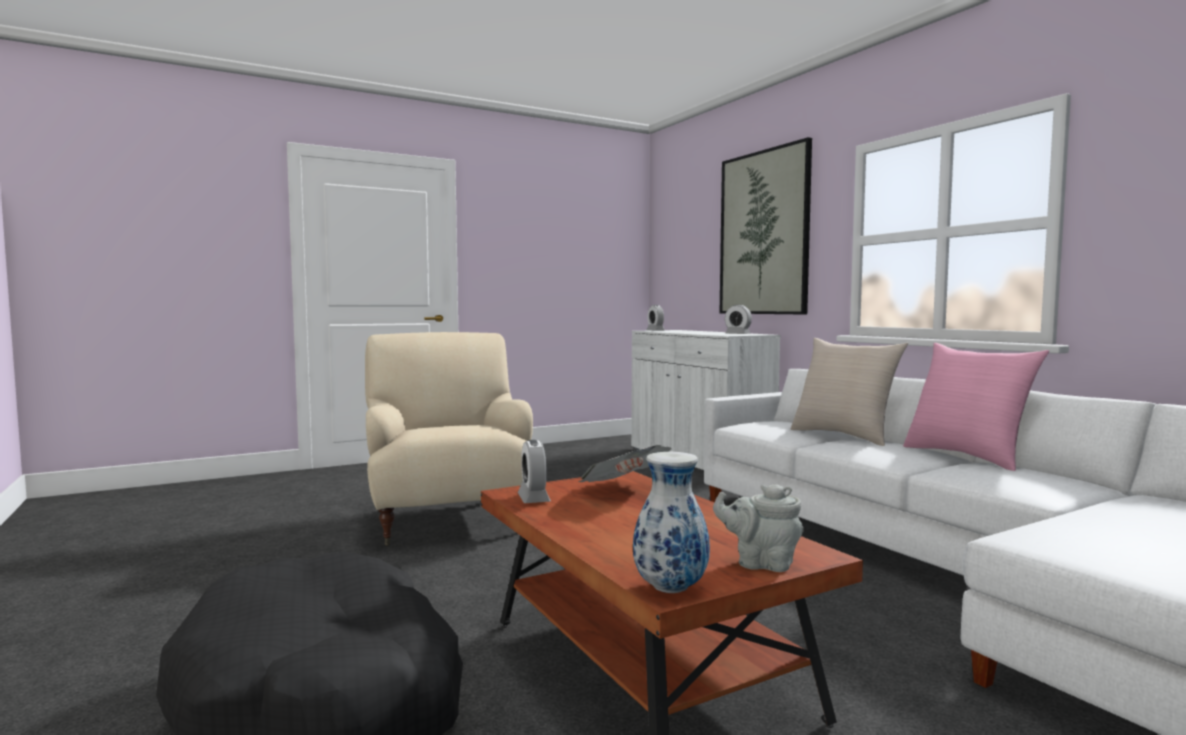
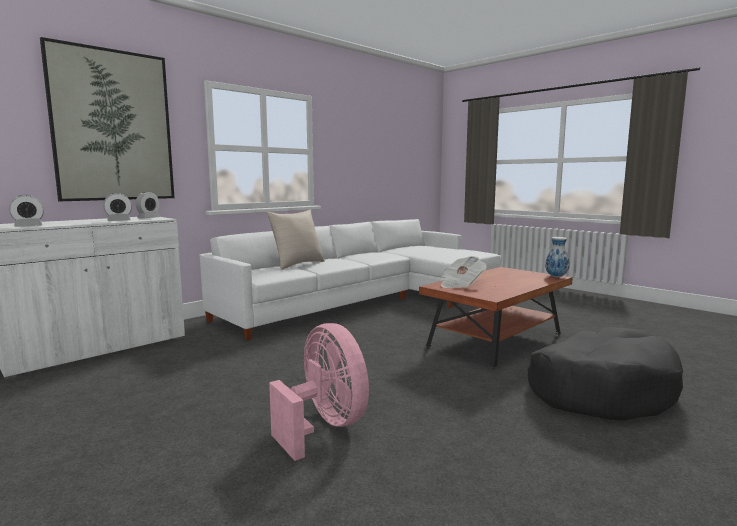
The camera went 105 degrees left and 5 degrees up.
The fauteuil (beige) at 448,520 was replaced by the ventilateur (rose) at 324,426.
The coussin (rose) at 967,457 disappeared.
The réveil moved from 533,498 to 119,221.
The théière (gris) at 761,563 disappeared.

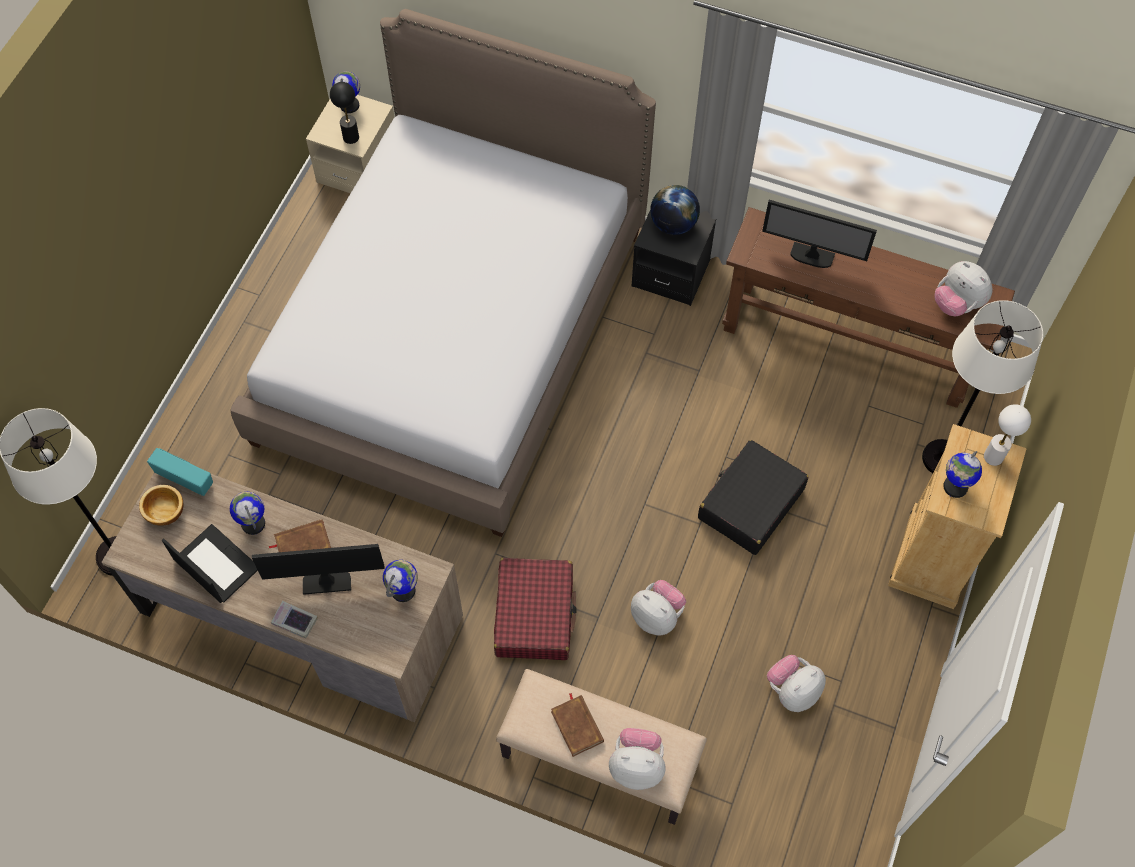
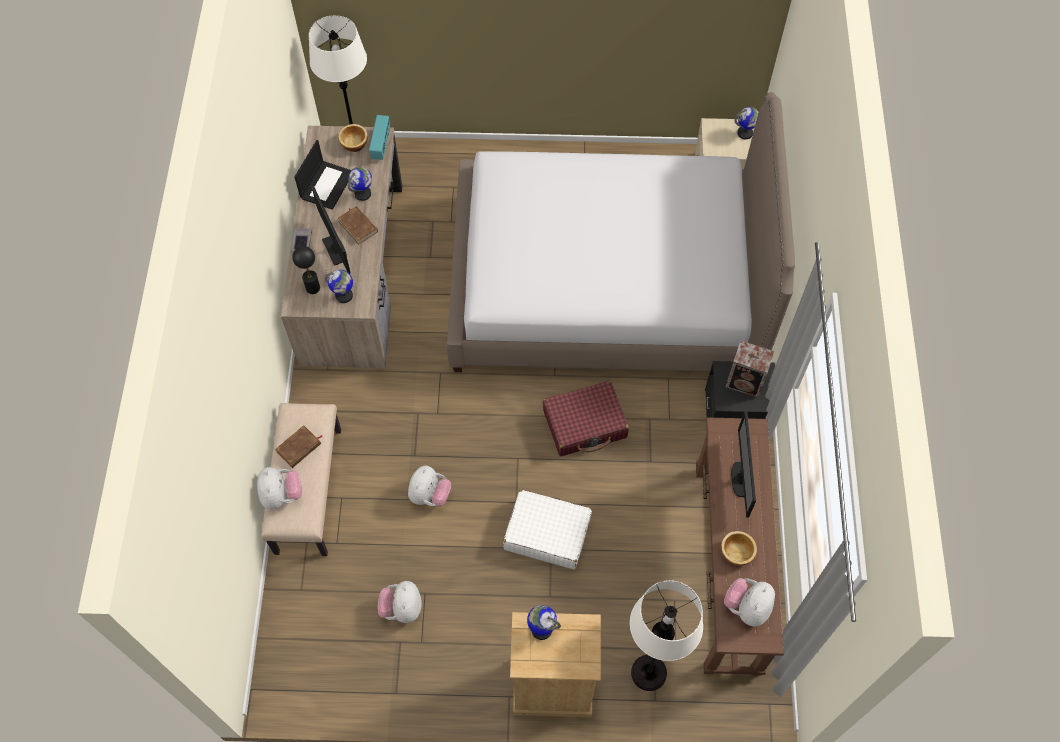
The camera went 70 degrees right and 0 degrees up.
The lampe de table (noir) moved from 351,137 to 312,288.
The globe at 673,224 was replaced by the enceinte at 746,382.
The lampe de table (blanc) at 993,457 disappeared.
The valise (noir) at 750,504 became the valise (blanc) at 547,533.
The valise (rouge) moved from 534,614 to 585,424.
The peluche at 792,690 turned 120 degrees counterclockwise.
The bol at 736,552 appeared.

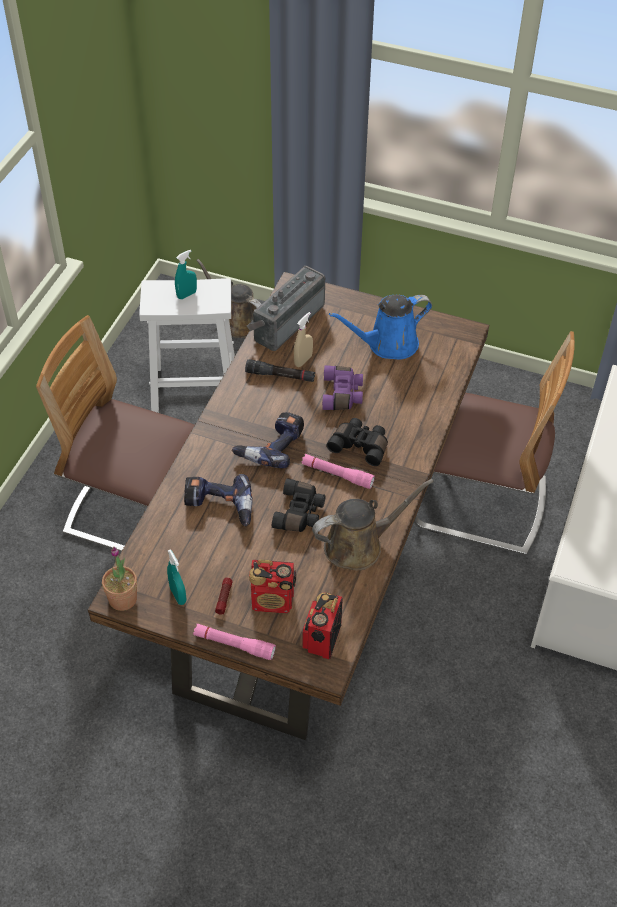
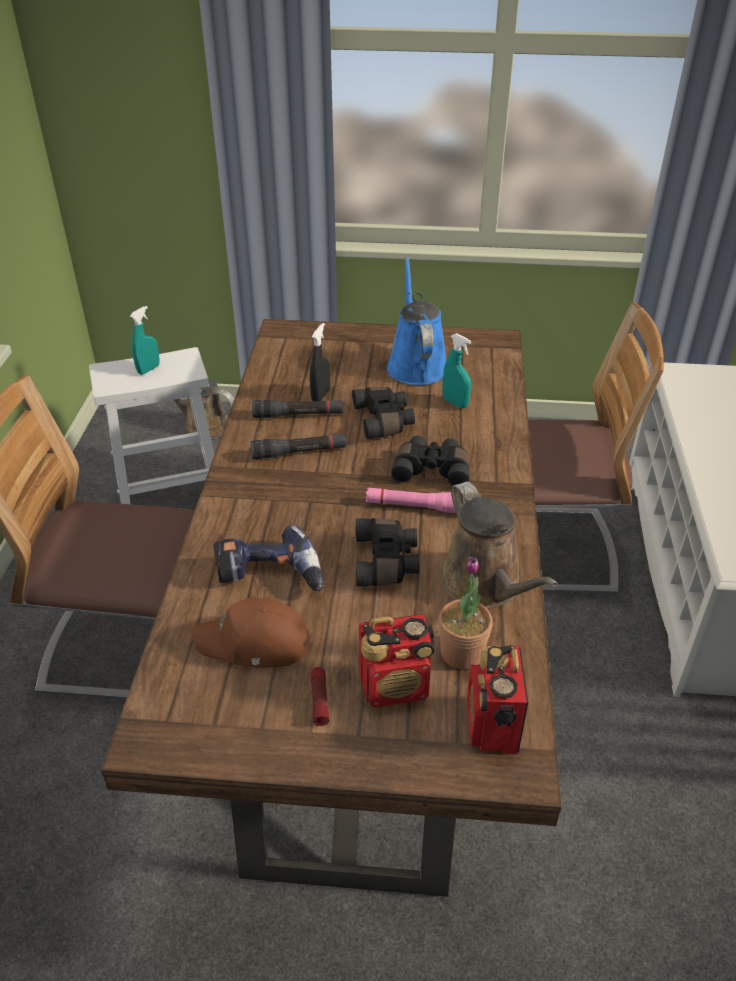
The camera went 15 degrees left and 10 degrees down.
The radio at 286,321 disappeared.
The arrosoir (bleu) at 388,344 turned 120 degrees clockwise.
The vaporisateur (beige) at 303,360 became the vaporisateur (noir) at 320,395.
The jumelles (violet) at 343,394 became the jumelles (noir) at 385,420.
The perceuse at 271,446 disappeared.
The arrosoir (marron) at 359,545 turned 105 degrees clockwise.
The plante en pot moved from 123,599 to 462,653.
The vaporisateur (turquoise) moved from 178,595 to 455,403.
The lampe de poche (rose) at 234,645 disappeared.
The lampe de poche (noir) at 299,452 appeared.
The casquette (marron) at 254,643 appeared.

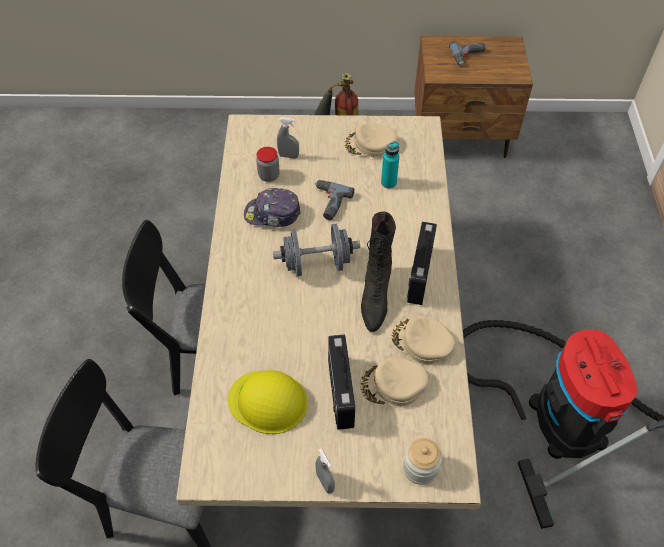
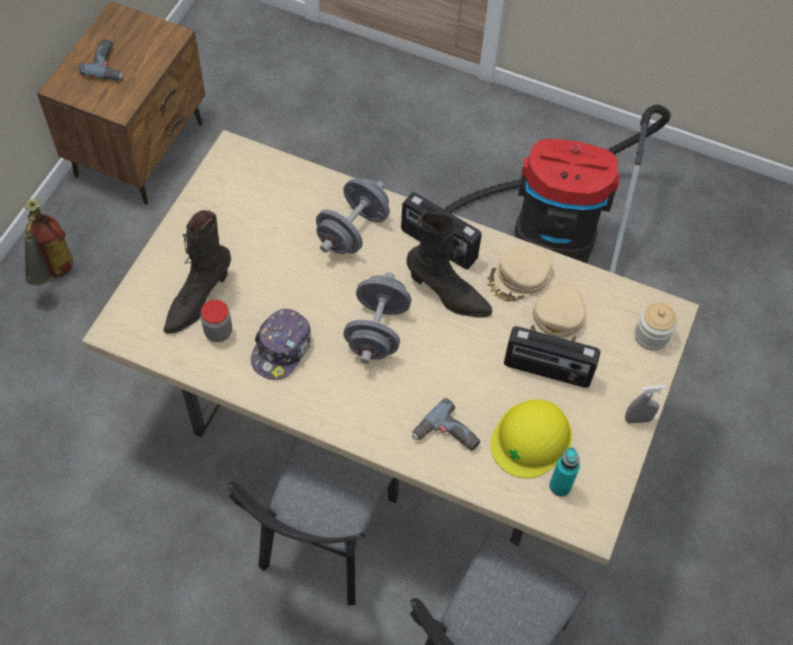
The camera went 70 degrees left and 5 degrees up.
The vaporisateur (gris) at 288,156 was replaced by the botte (noir) at 198,300.
The casquette (beige) at 370,144 disappeared.
The bouteille (turquoise) moved from 388,182 to 560,486.
The perceuse moved from 328,202 to 446,437.
The haltère (gris) at 352,231 appeared.

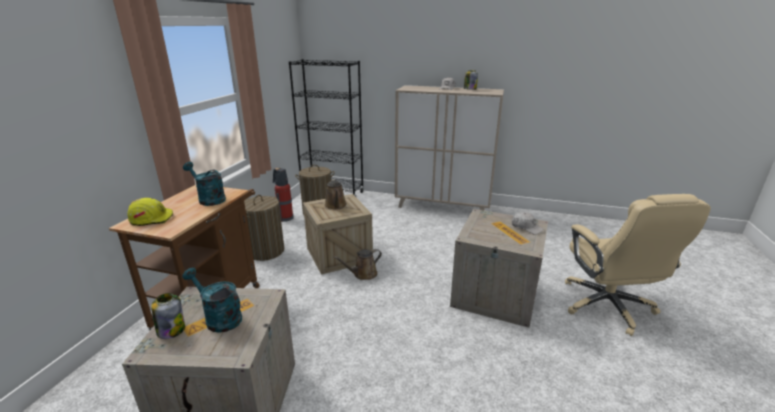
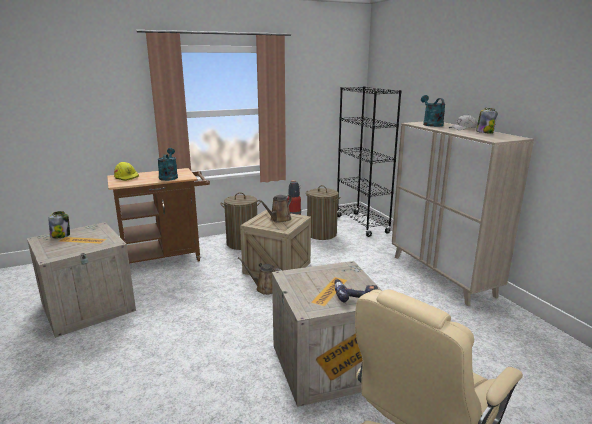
The camera went 50 degrees right and 5 degrees down.
The casquette (blanc) at 526,227 was replaced by the perceuse at 355,296.
The arrosoir (turquoise) moved from 219,318 to 431,124.

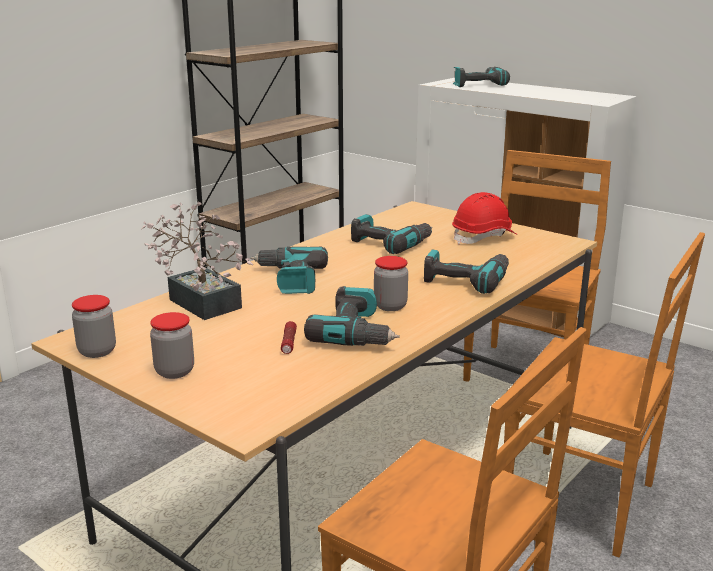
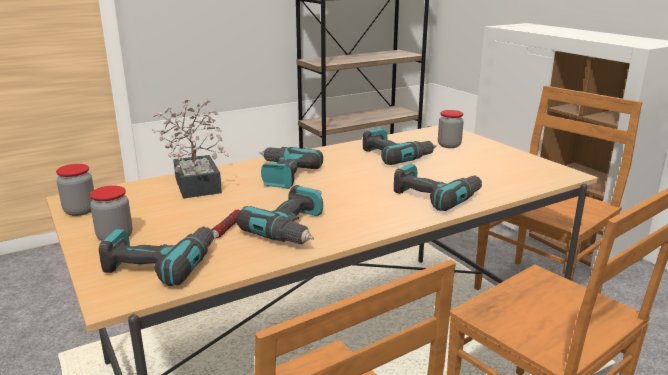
The camera went 20 degrees right and 0 degrees up.
The perceuse moved from 478,84 to 161,263.
The casque de chantier (rouge) at 484,237 disappeared.
The bocal moved from 390,306 to 449,145.

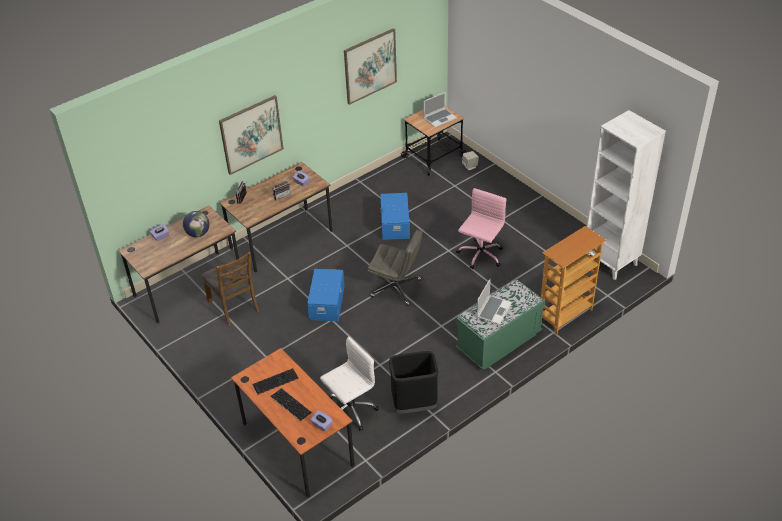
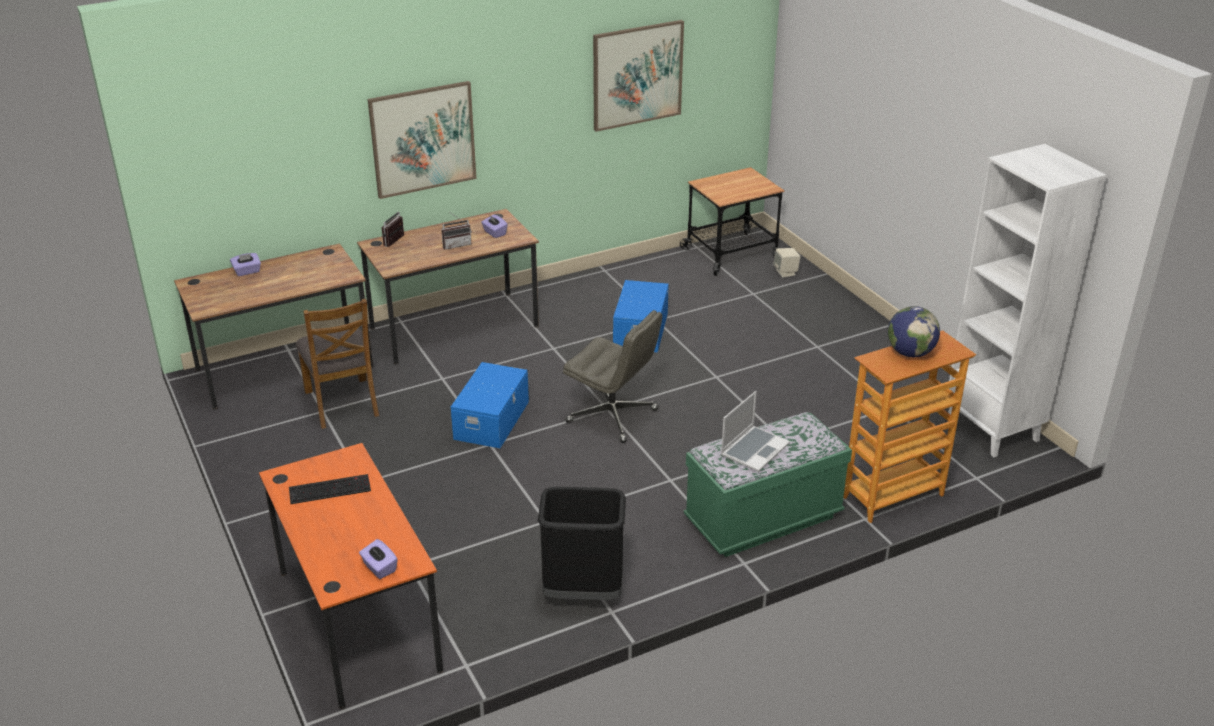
The camera went 10 degrees right and 10 degrees down.
The ordinateur portable at 440,118 disappeared.
The chaise de bureau (rose) at 480,255 disappeared.
The globe moved from 198,233 to 910,353.
The chaise de bureau (blanc) at 350,410 disappeared.
The clavier at 290,404 disappeared.

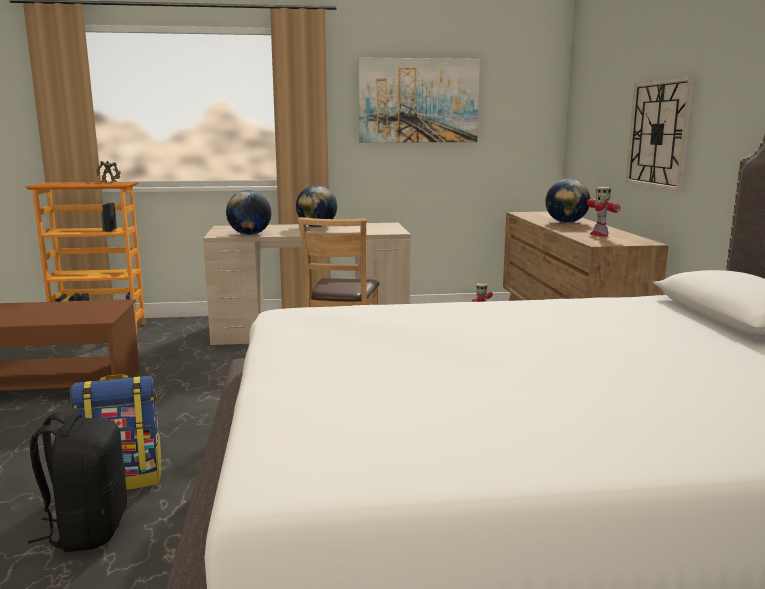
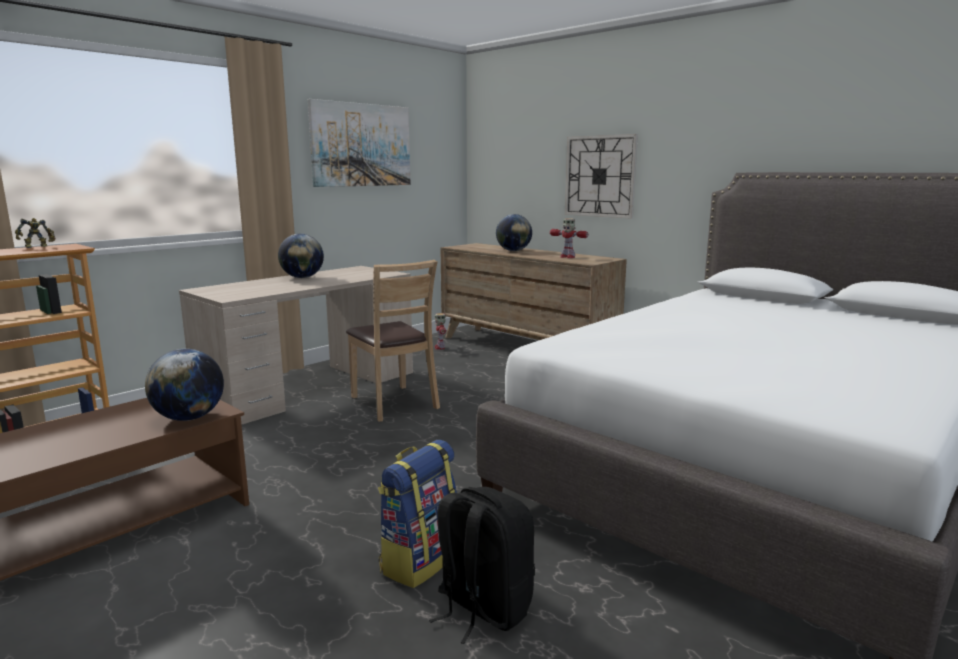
The camera went 40 degrees left and 0 degrees up.
The globe moved from 250,234 to 189,418.

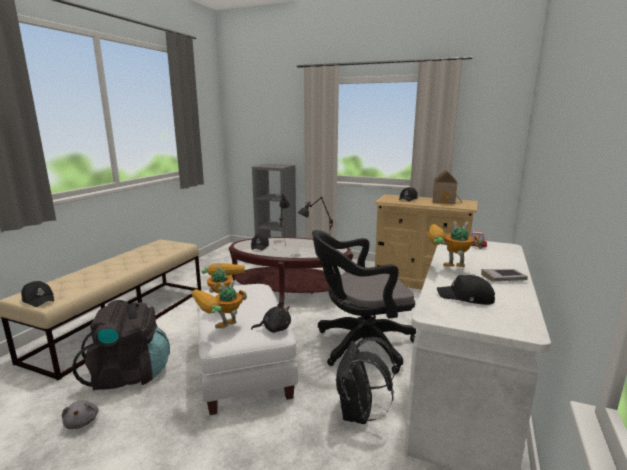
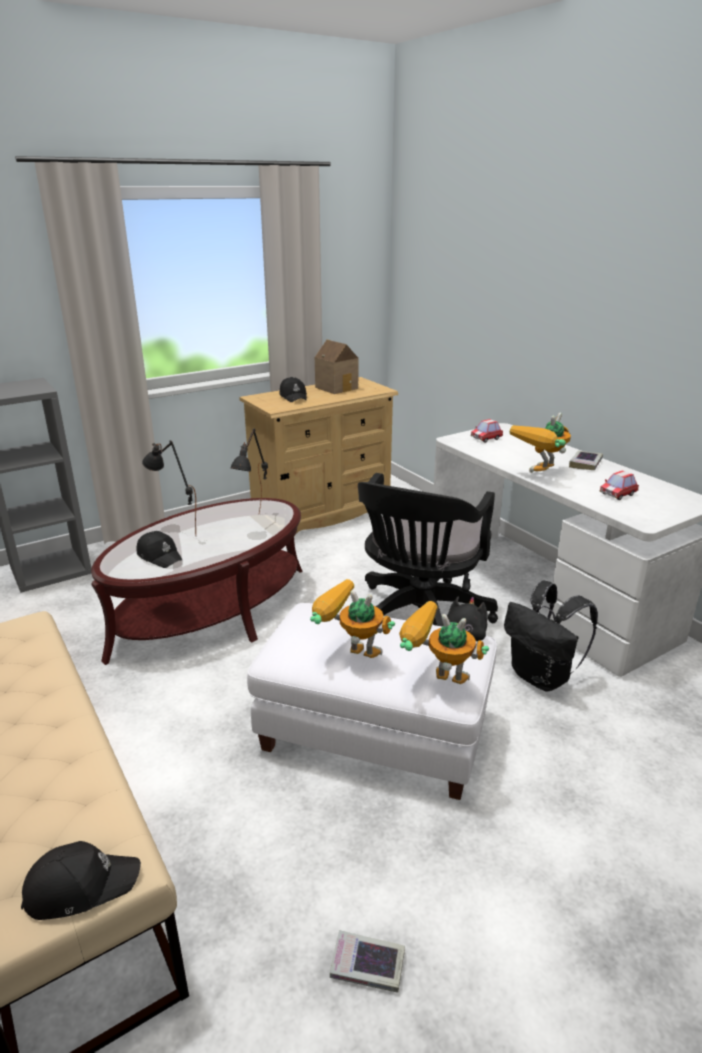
The camera went 55 degrees left and 10 degrees up.
The casquette (noir) at 466,297 was replaced by the petite voiture at 618,494.
The robot jouet at 221,331 turned 120 degrees clockwise.
The sac à dos (noir) at 129,374 disappeared.
The peluche (gris) at 82,422 was replaced by the livre at 367,965.

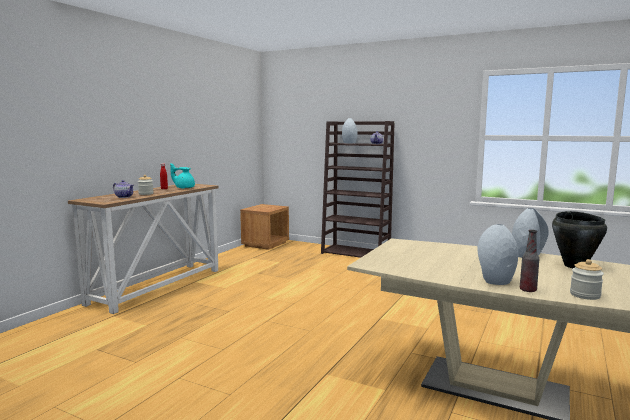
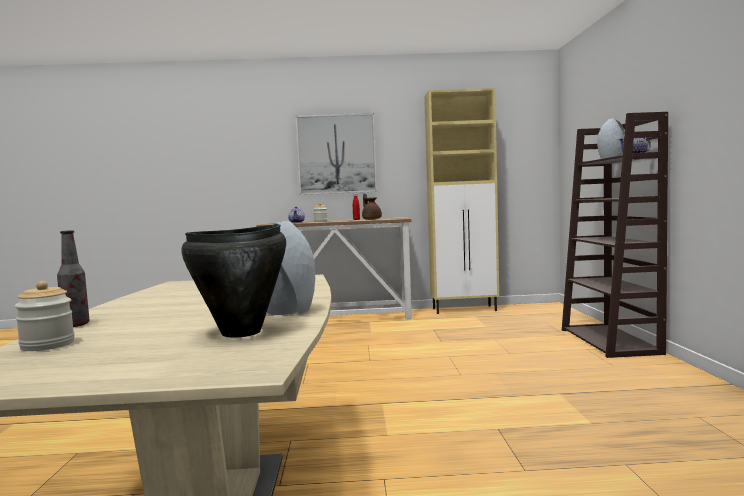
The camera went 60 degrees right and 5 degrees down.
The théière (turquoise) at 184,188 became the théière (marron) at 371,219.
The table de chevet (marron) at 265,244 disappeared.
The vase (gris) at 495,281 disappeared.
The meuble de rangement (beige) at 465,309 appeared.
The tableau at 336,154 appeared.

